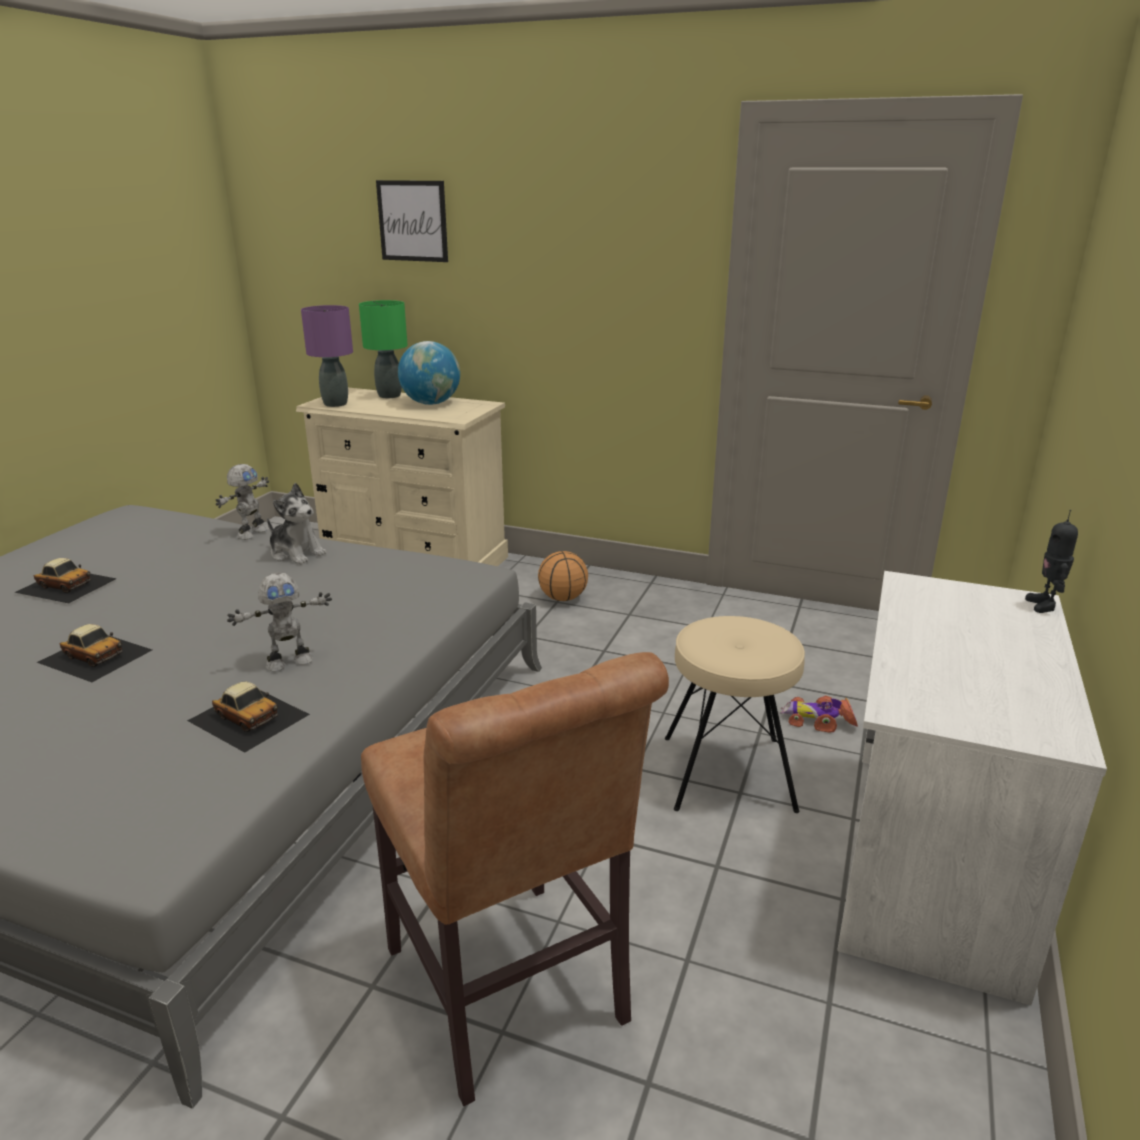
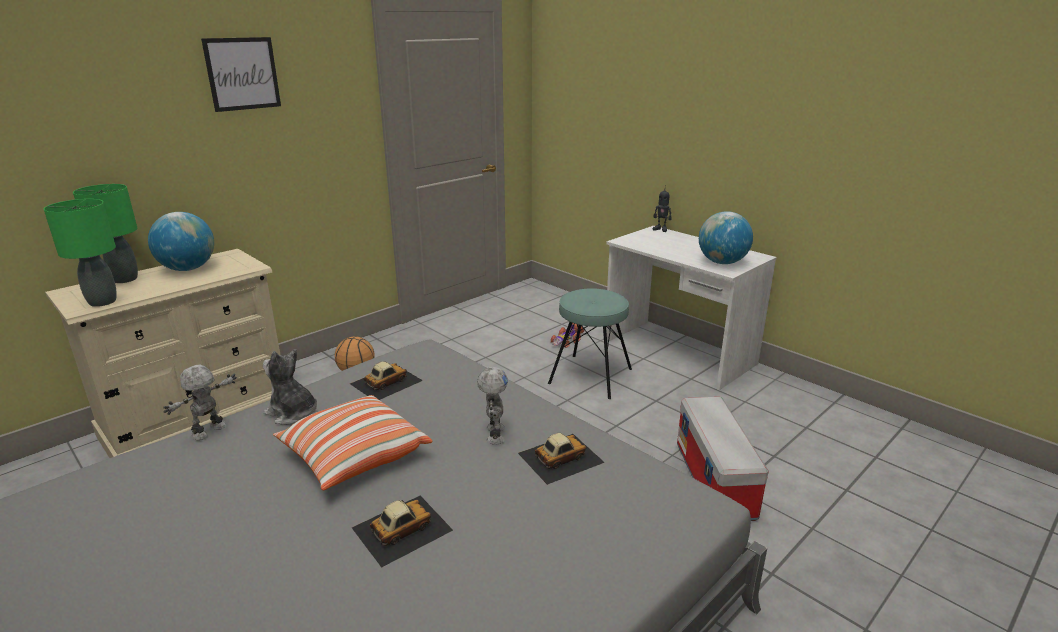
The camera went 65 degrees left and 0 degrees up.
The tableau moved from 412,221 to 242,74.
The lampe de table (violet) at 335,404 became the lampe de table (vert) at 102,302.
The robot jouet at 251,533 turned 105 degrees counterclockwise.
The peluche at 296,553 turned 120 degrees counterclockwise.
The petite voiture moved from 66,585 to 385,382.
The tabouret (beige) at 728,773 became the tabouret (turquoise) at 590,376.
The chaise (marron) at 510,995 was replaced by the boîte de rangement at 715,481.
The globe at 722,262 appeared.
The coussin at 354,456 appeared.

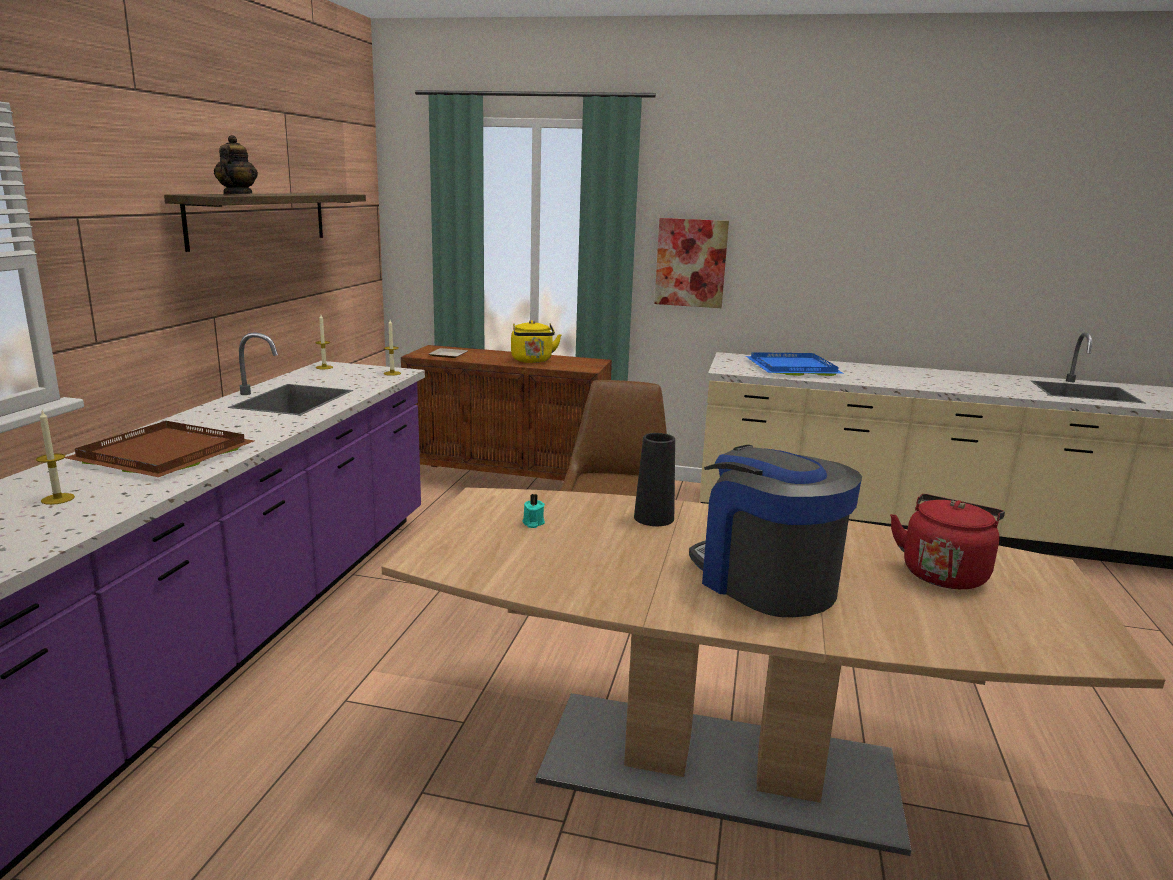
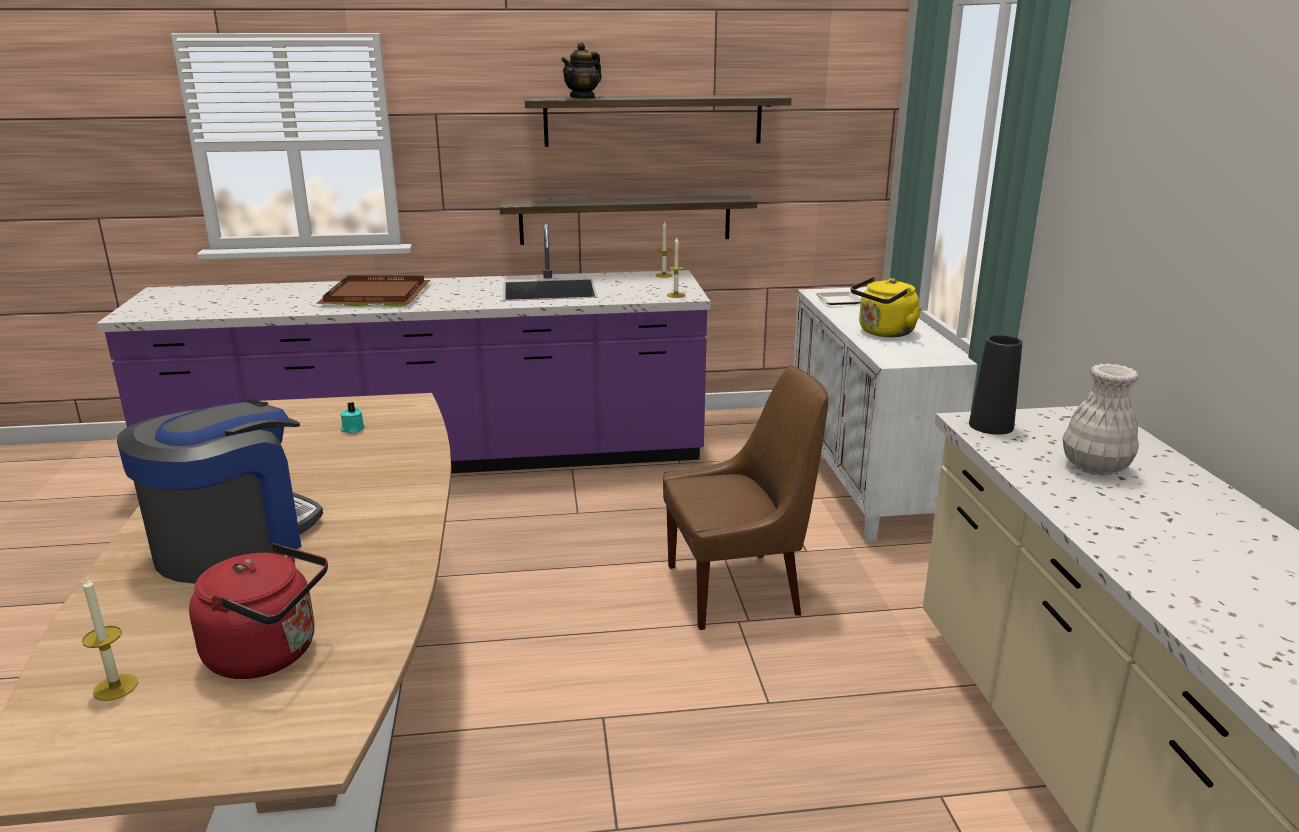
The camera went 70 degrees right and 5 degrees up.
The théière at 237,194 turned 150 degrees clockwise.
The tableau at 691,263 disappeared.
The meuble de rangement (marron) at 508,482 became the meuble de rangement (blanc) at 863,481.
The plateau (bleu) at 794,368 was replaced by the vase (blanc) at 1095,468.
The bougie moved from 58,499 to 115,687.
The vase (noir) moved from 654,518 to 991,426.
The étagère at 625,219 appeared.

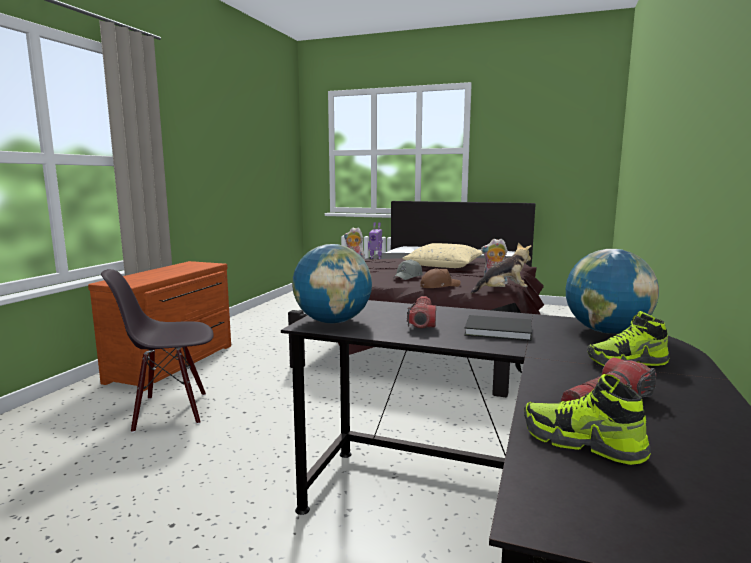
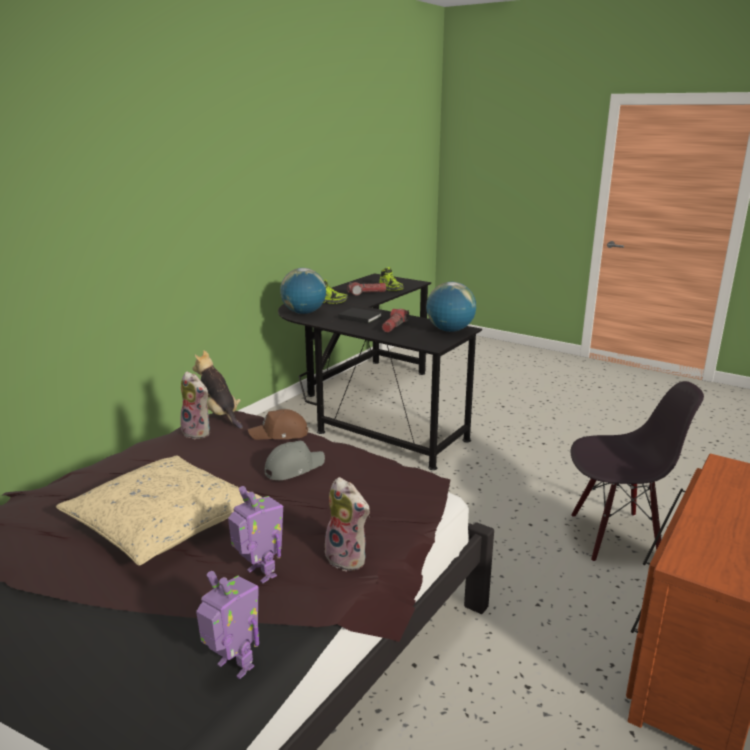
The camera went 165 degrees left and 10 degrees up.
The peluche at 502,292 turned 45 degrees clockwise.
The robot jouet at 260,574 appeared.

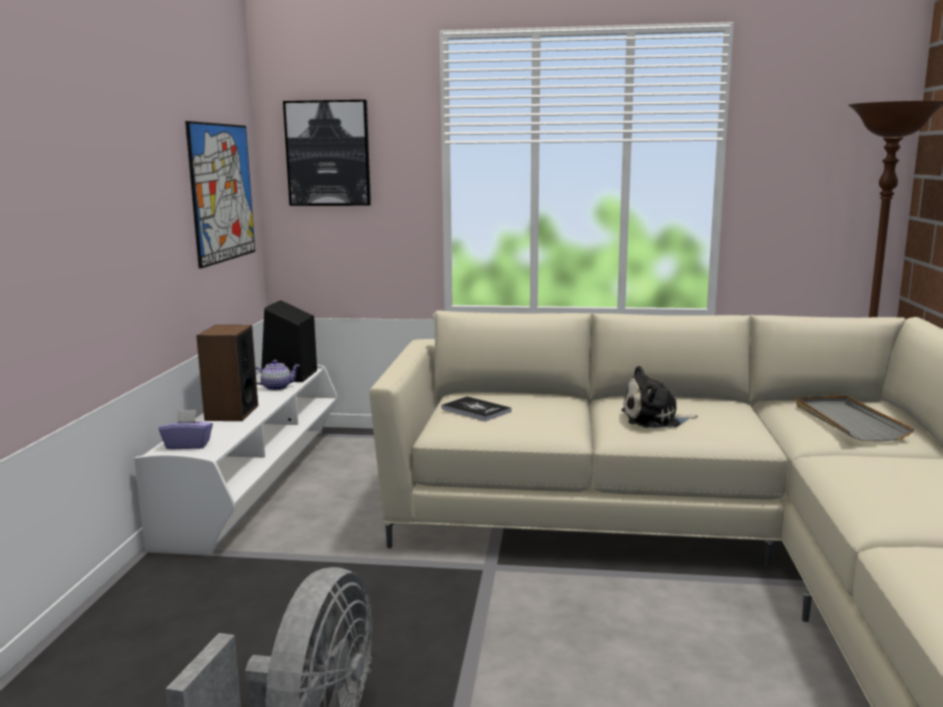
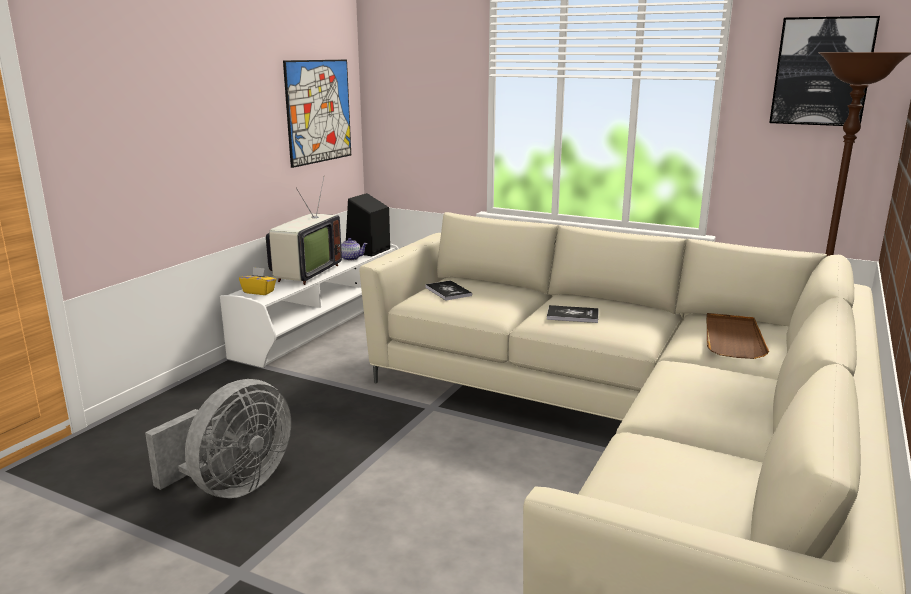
The camera went 20 degrees right and 5 degrees up.
The tableau moved from 328,153 to 822,71.
The enceinte at 231,413 was replaced by the téléviseur at 304,273.
The peluche at 655,419 was replaced by the livre at 572,315.
The plateau (gris) at 848,421 became the plateau (marron) at 732,338.
The boîte à mouchoirs (violet) at 188,445 became the boîte à mouchoirs (jaune) at 259,292.

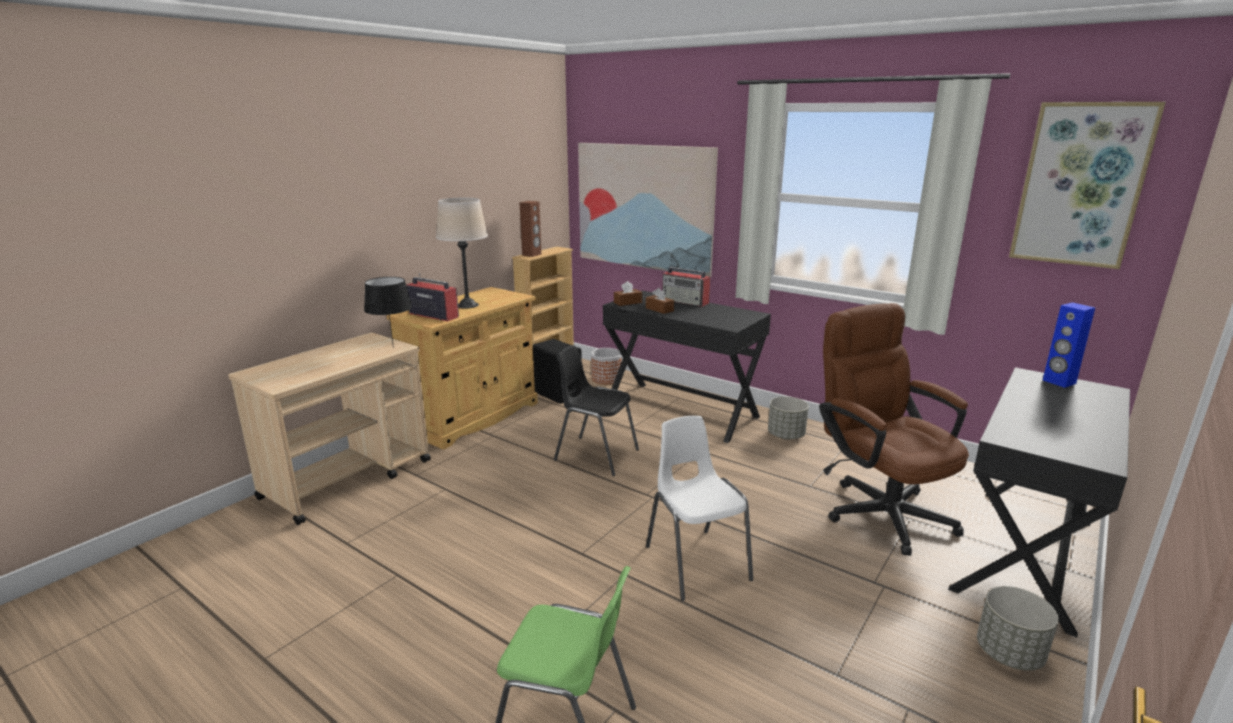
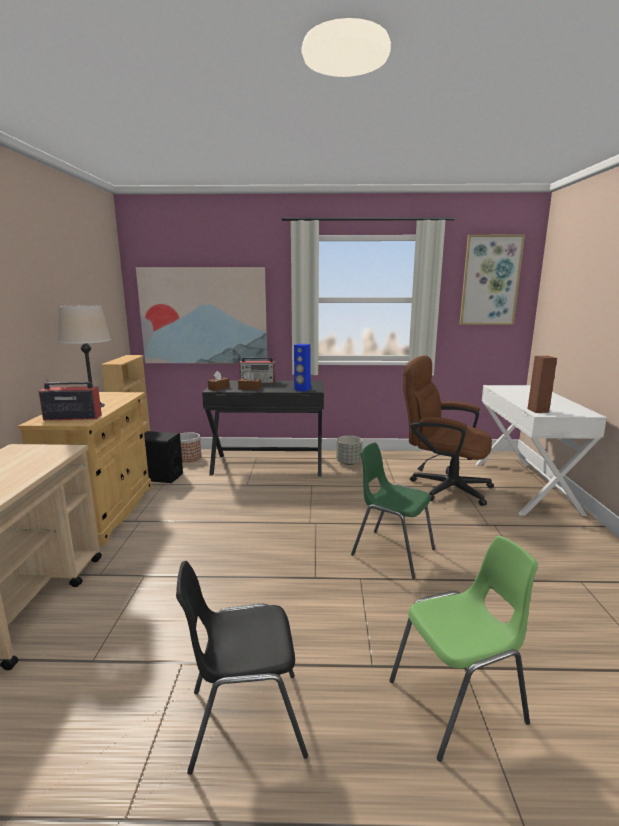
The camera went 35 degrees left and 5 degrees down.
The enceinte (marron) moved from 532,254 to 538,410.
The lampe de table (noir) at 393,347 disappeared.
The enceinte (bleu) moved from 1058,382 to 302,390.
The chaise (noir) moved from 595,455 to 245,720.
The bureau (noir) at 1026,555 became the bureau (blanc) at 525,486.
The chaise (blanc) at 696,562 became the chaise (vert) at 392,552.
The cache-pot (gris) at 1009,654 disappeared.

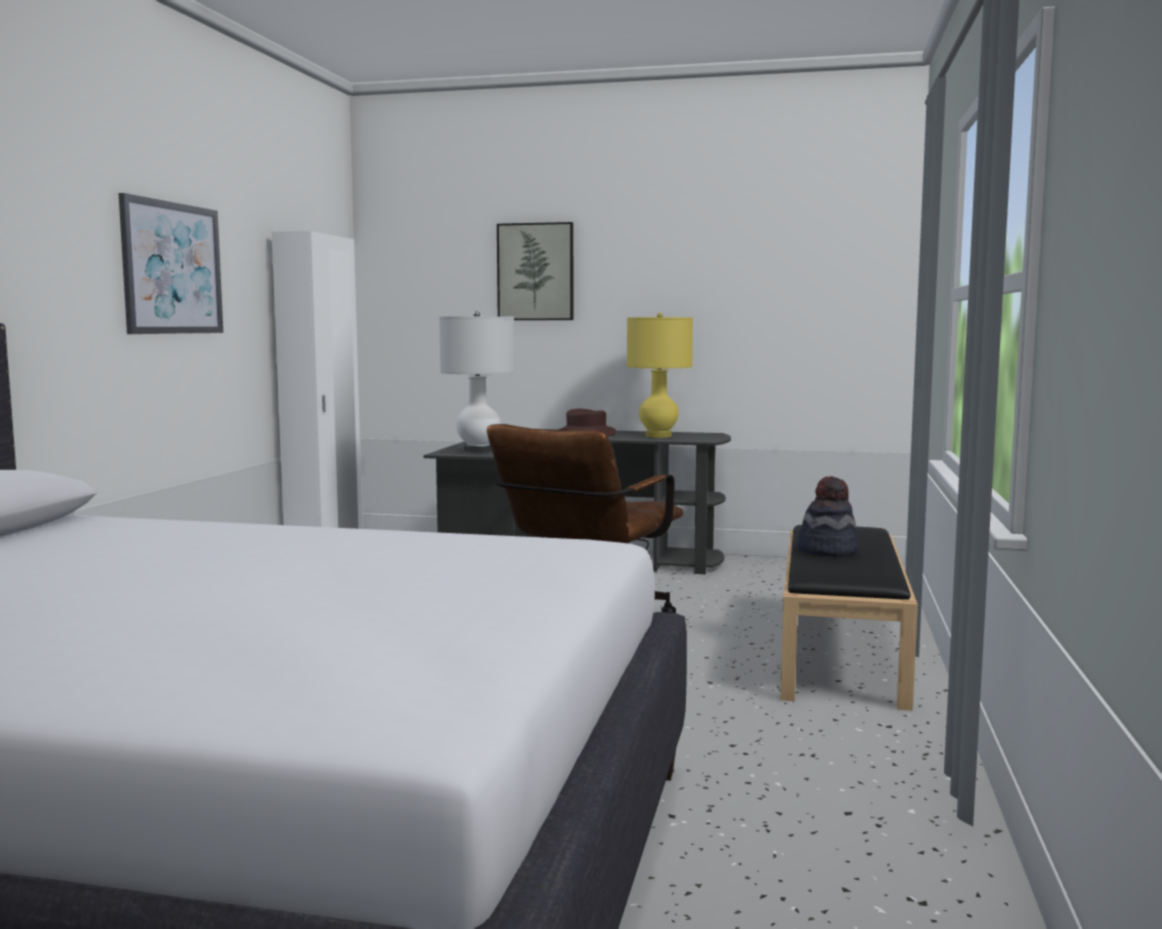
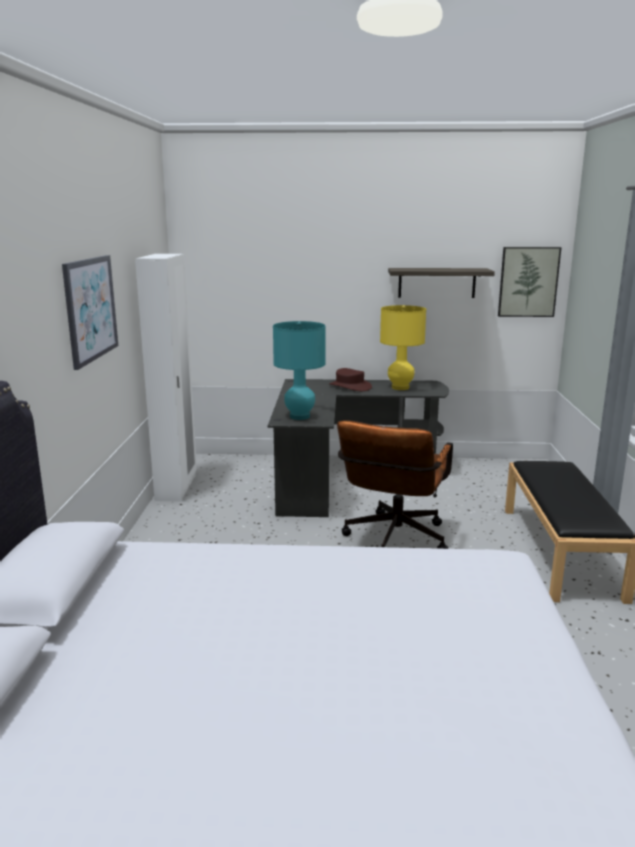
The camera went 10 degrees left and 10 degrees up.
The tableau moved from 535,272 to 528,282.
The lampe de table (blanc) at 478,450 became the lampe de table (turquoise) at 299,416.
The chapeau at 827,550 disappeared.
The étagère at 436,282 appeared.

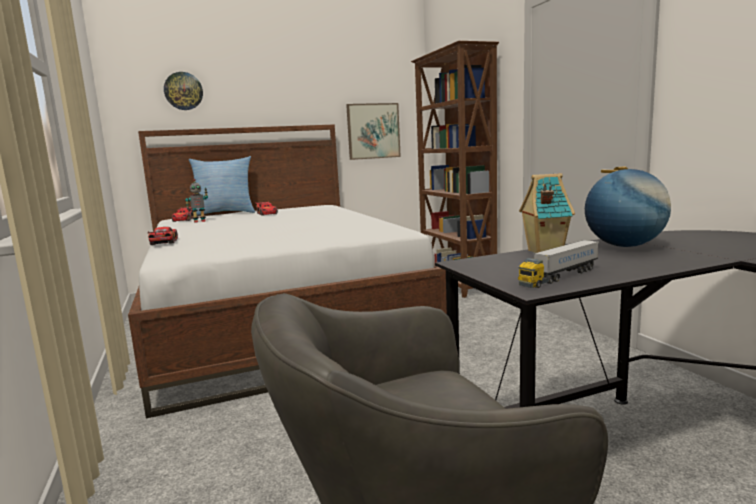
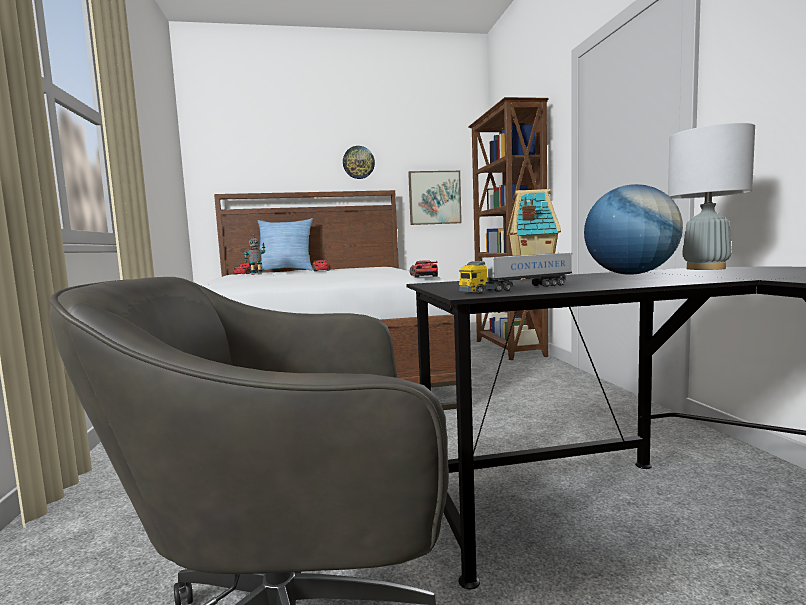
The camera went 10 degrees right and 5 degrees down.
The horloge murale moved from 183,91 to 358,162.
The petite voiture moved from 163,242 to 423,276.
The lampe de table (gris) at 706,268 appeared.

